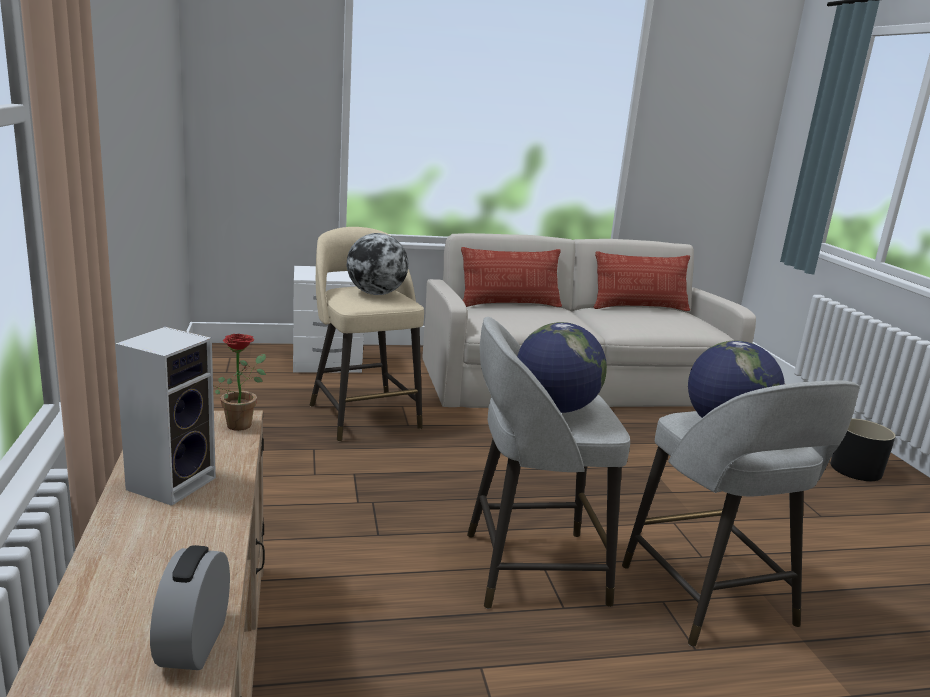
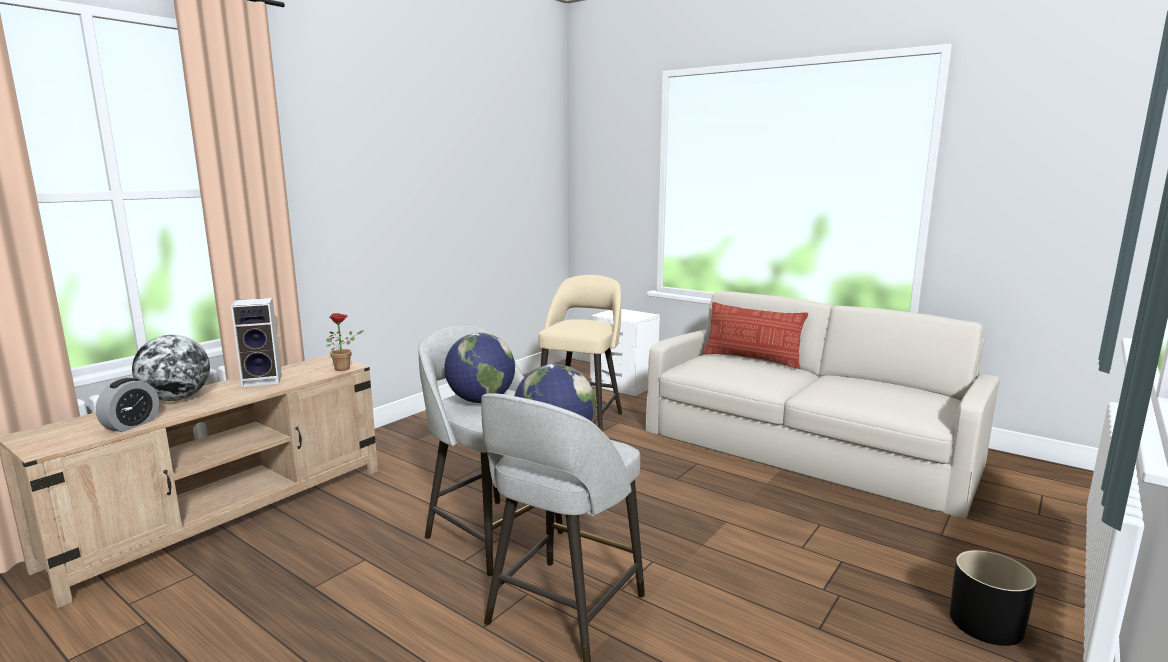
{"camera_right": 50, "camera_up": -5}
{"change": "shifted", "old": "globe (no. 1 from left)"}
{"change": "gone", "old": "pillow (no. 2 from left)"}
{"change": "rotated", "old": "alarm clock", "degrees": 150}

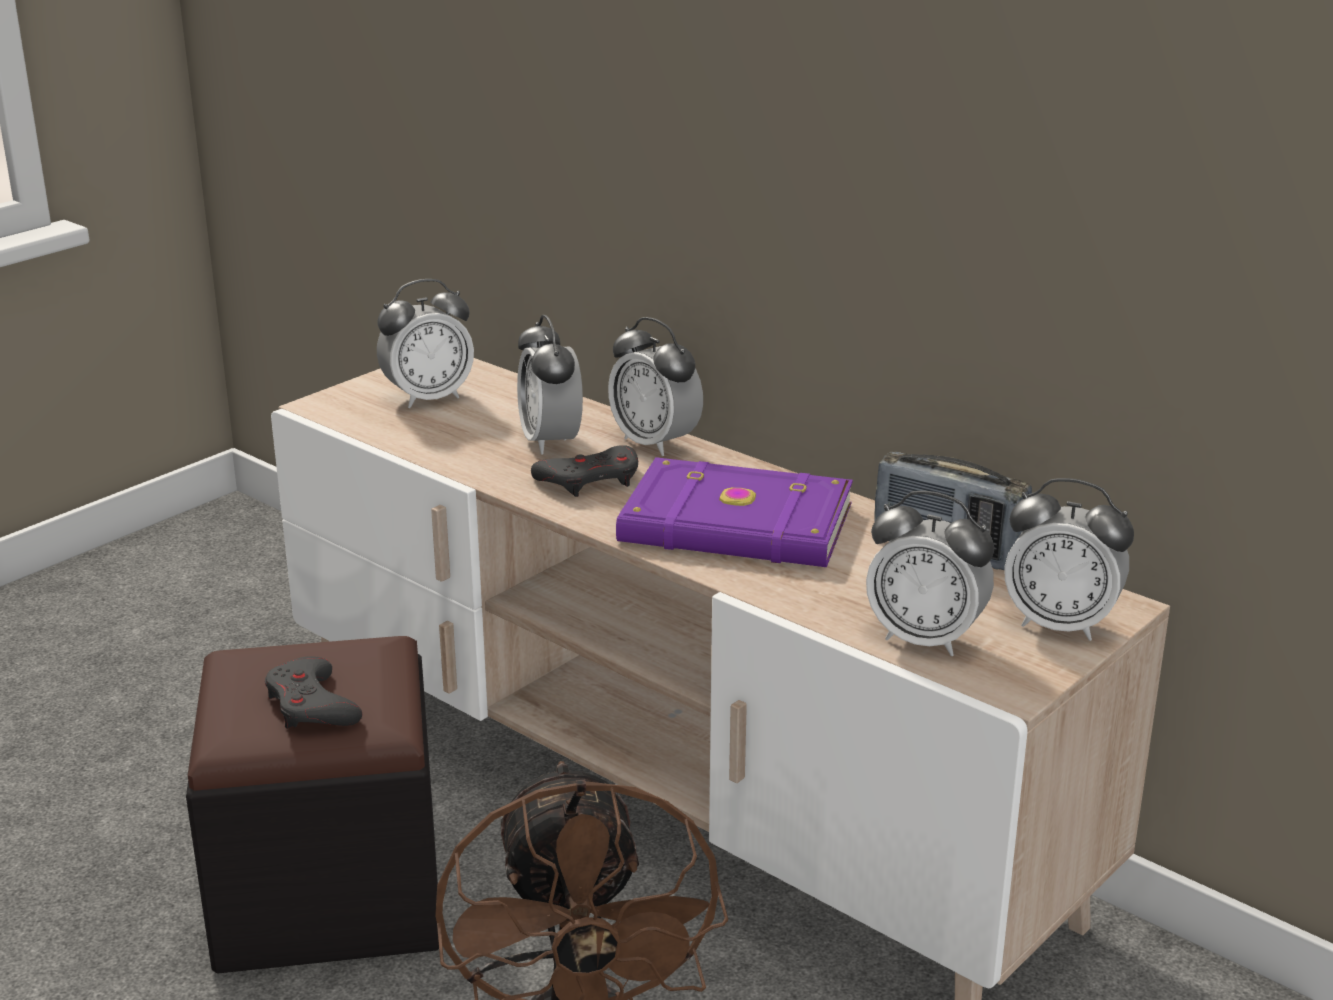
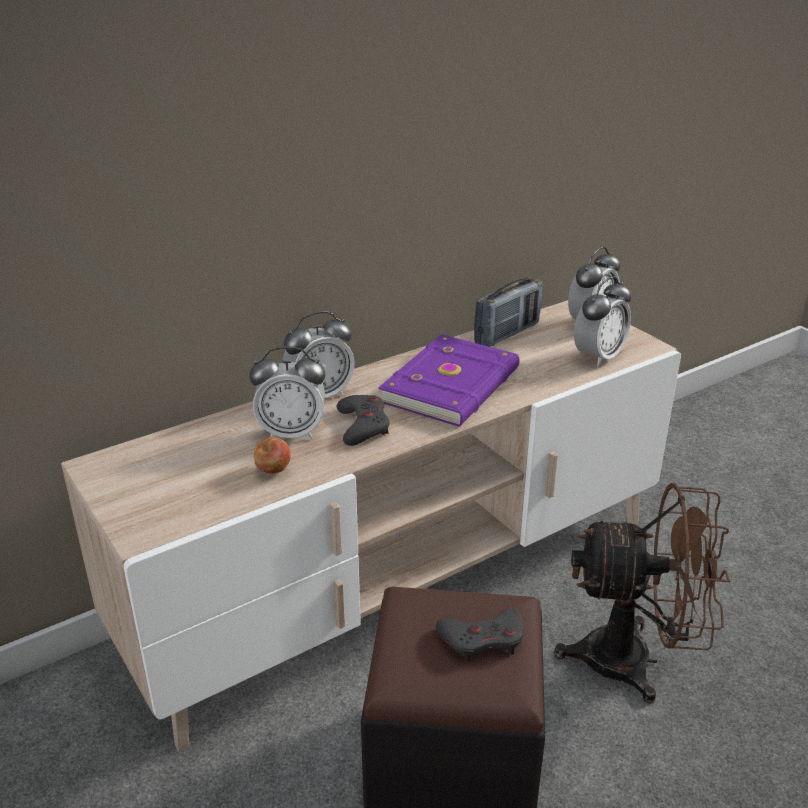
{"camera_right": -75, "camera_up": 5}
{"change": "gone", "old": "alarm clock (no. 1 from left)"}
{"change": "new", "new": "apple"}

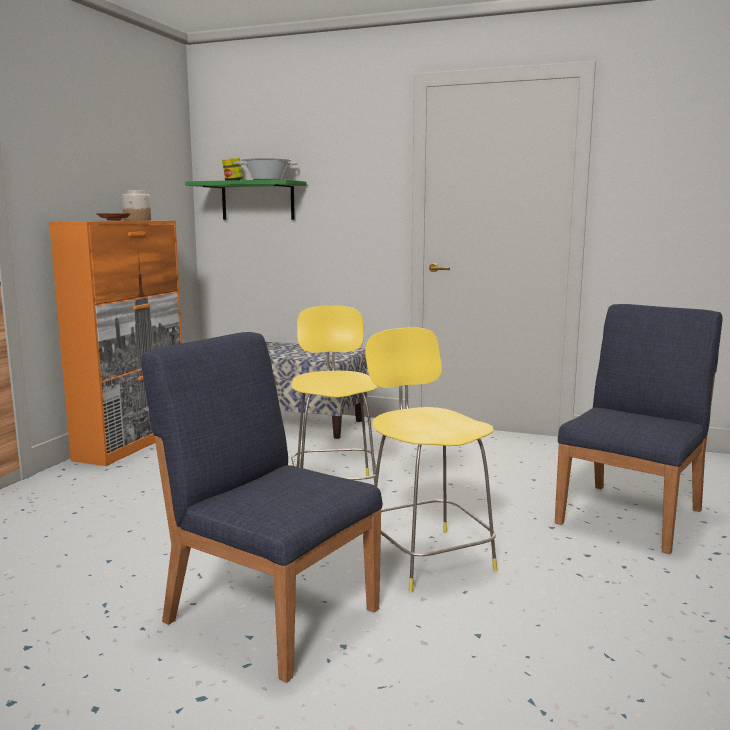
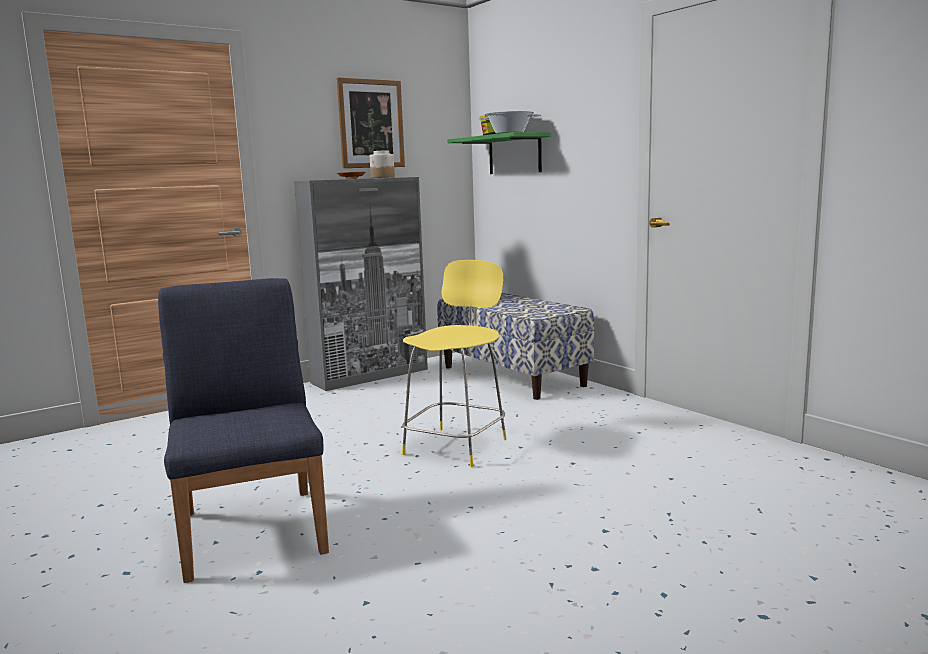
{"camera_right": 35, "camera_up": 0}
{"change": "repainted", "old": "orange cabinet", "new": "grey cabinet"}
{"change": "gone", "old": "blue chair (no. 2 from left)"}
{"change": "gone", "old": "yellow stool (no. 2 from left)"}
{"change": "new", "new": "picture"}

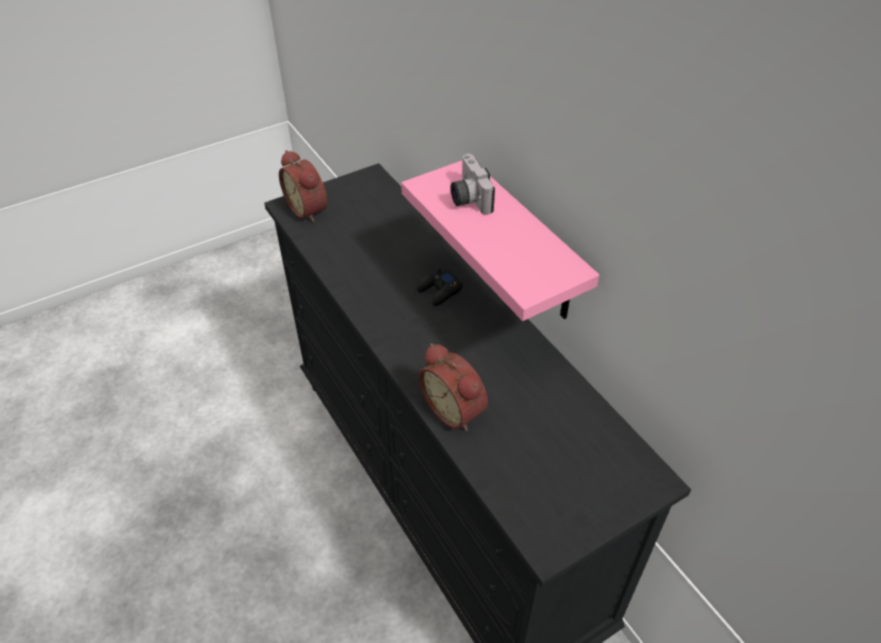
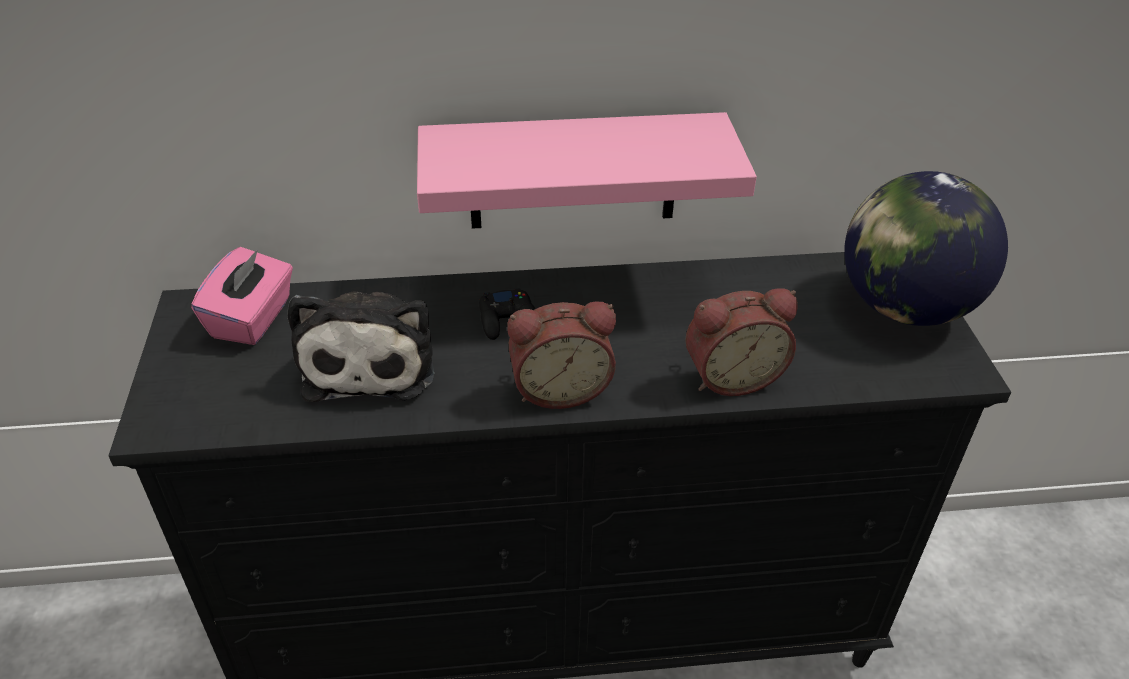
{"camera_right": -65, "camera_up": -5}
{"change": "shifted", "old": "alarm clock (no. 1 from left)"}
{"change": "gone", "old": "photo camera"}
{"change": "new", "new": "globe"}
{"change": "new", "new": "pink tissue box"}
{"change": "new", "new": "plush toy"}

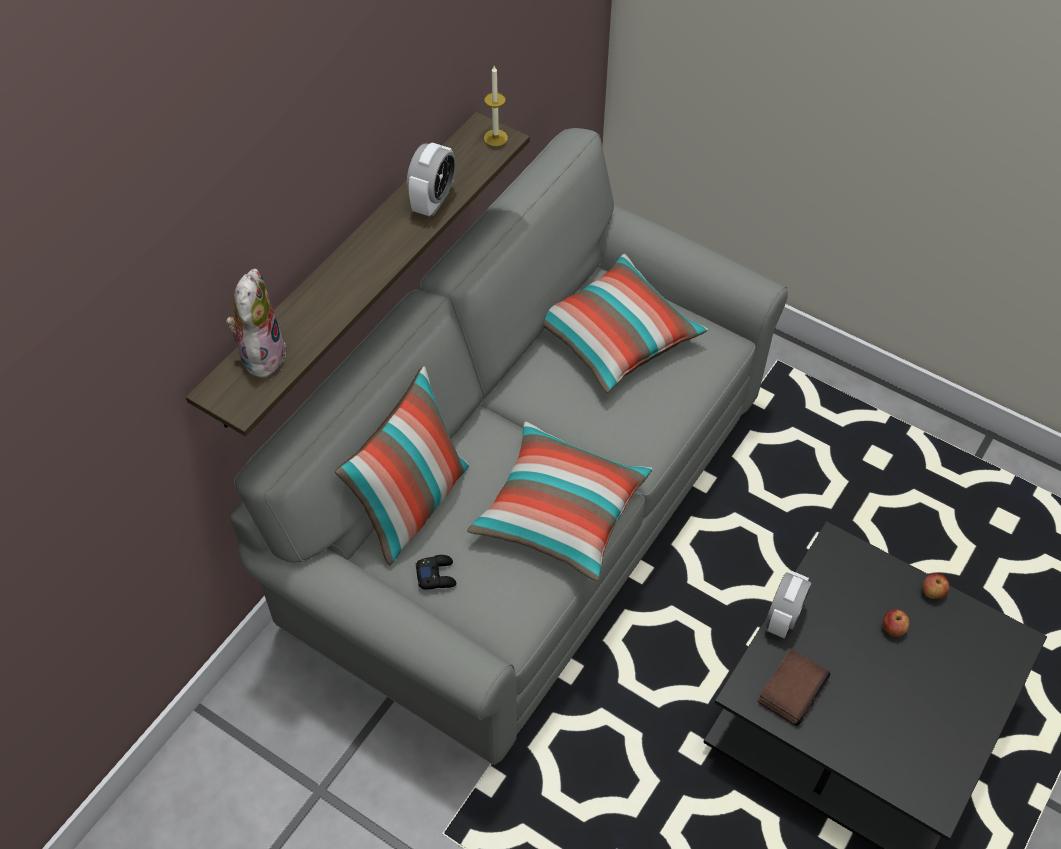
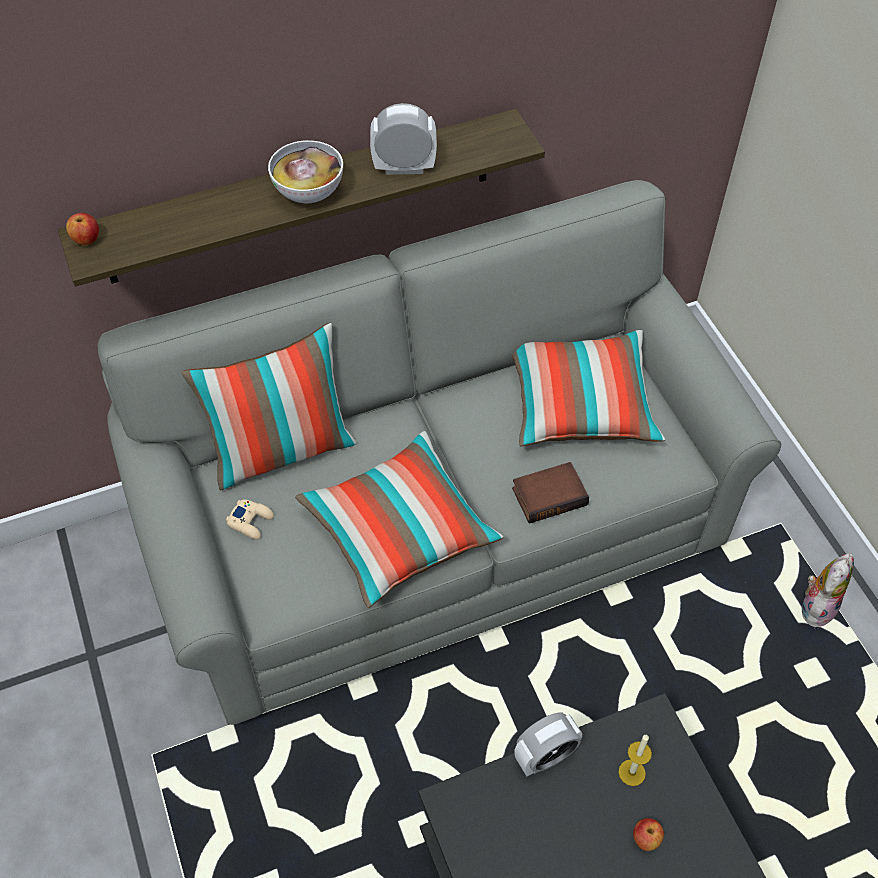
{"camera_right": 35, "camera_up": 0}
{"change": "shifted", "old": "candle"}
{"change": "rotated", "old": "alarm clock (no. 1 from left)", "degrees": -150}
{"change": "shifted", "old": "plush toy"}
{"change": "repainted", "old": "black game controller", "new": "beige game controller"}
{"change": "shifted", "old": "apple (no. 2 from left in the first image)", "new": "apple (no. 1 from left)"}
{"change": "shifted", "old": "book"}
{"change": "new", "new": "bowl"}

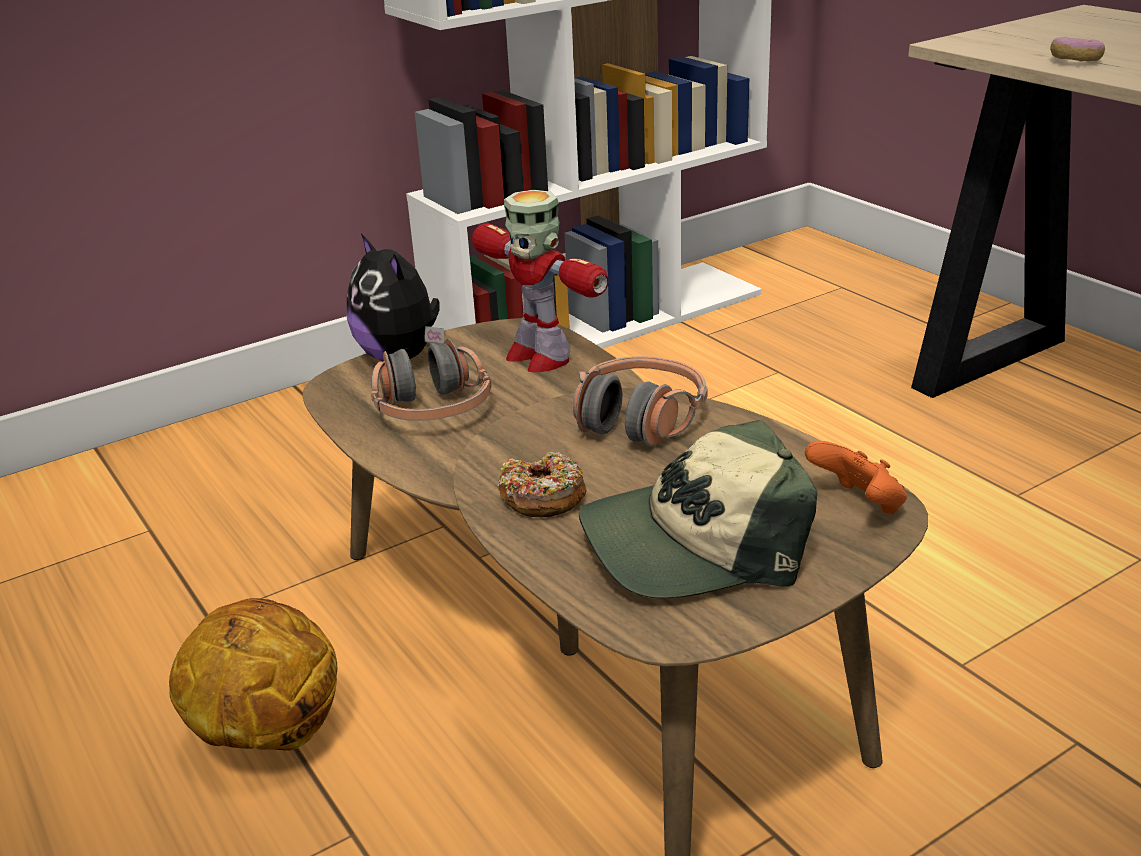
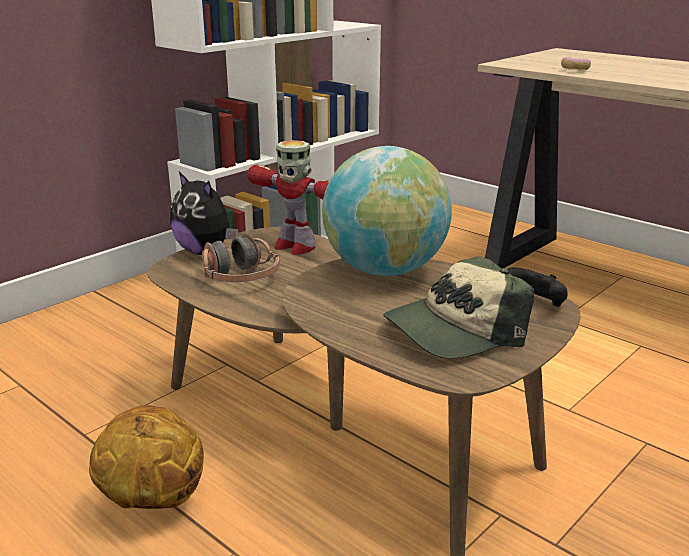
{"camera_right": -15, "camera_up": -5}
{"change": "swapped", "old": "headphones (no. 2 from left)", "new": "globe"}
{"change": "repainted", "old": "orange game controller", "new": "black game controller"}
{"change": "gone", "old": "donut (no. 1 from left)"}

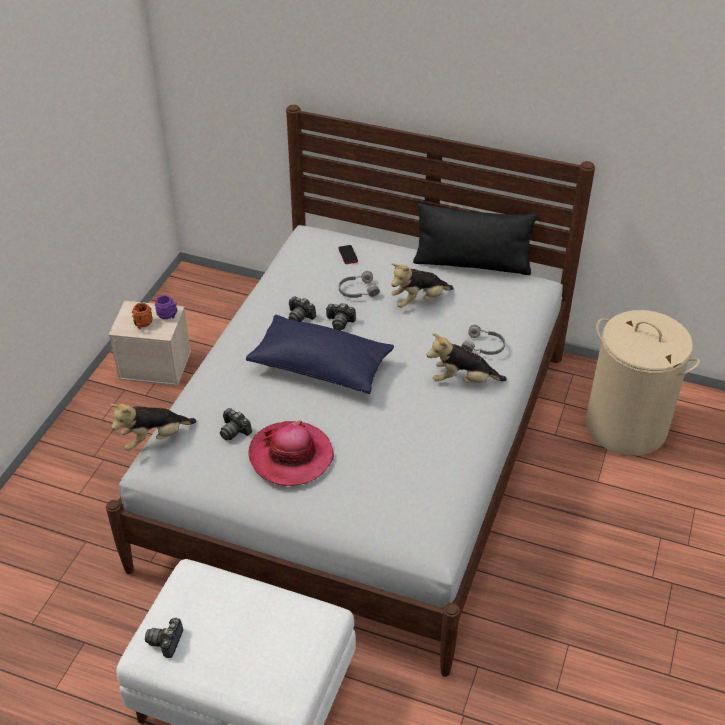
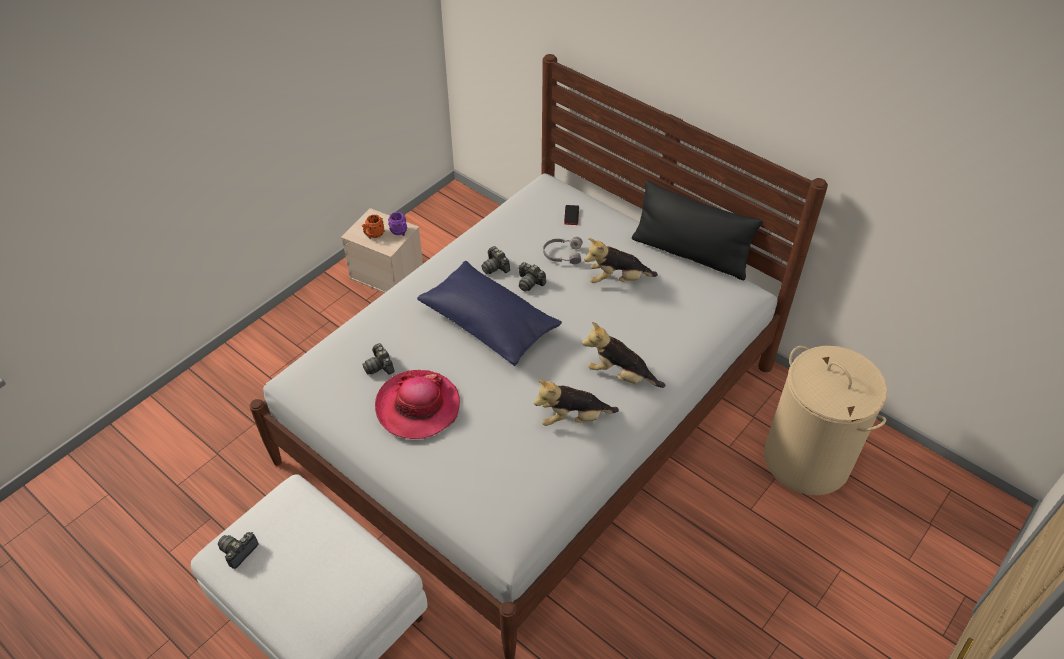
{"camera_right": 20, "camera_up": 5}
{"change": "gone", "old": "grey headphones (no. 2 from left)"}
{"change": "shifted", "old": "plush toy (no. 1 from left)"}

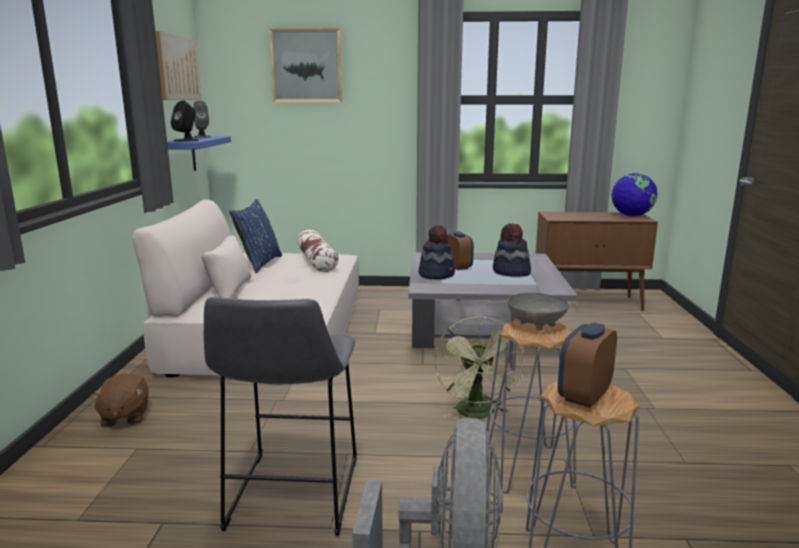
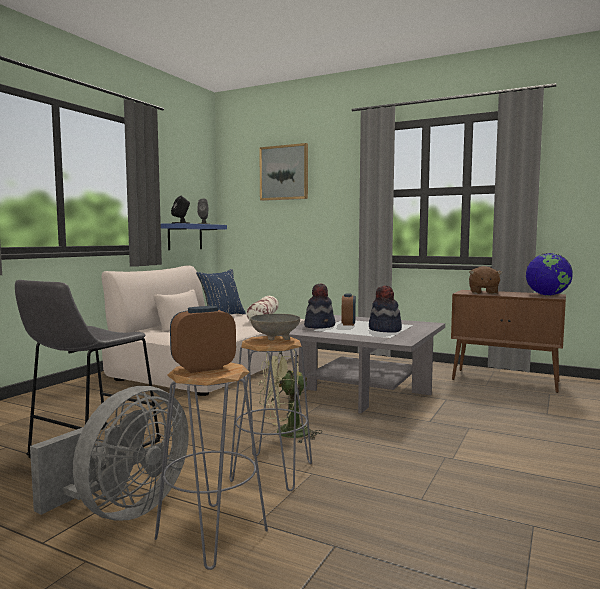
{"camera_right": 25, "camera_up": -10}
{"change": "gone", "old": "picture (no. 1 from left)"}
{"change": "rotated", "old": "green fan", "degrees": 45}
{"change": "shifted", "old": "brown plush toy"}

